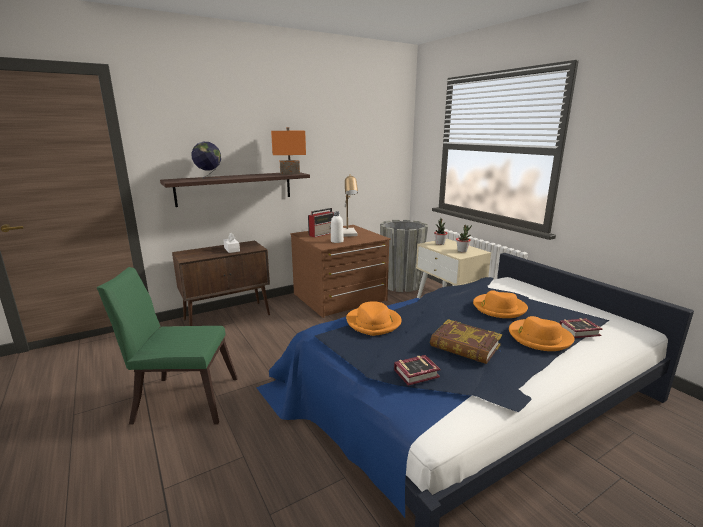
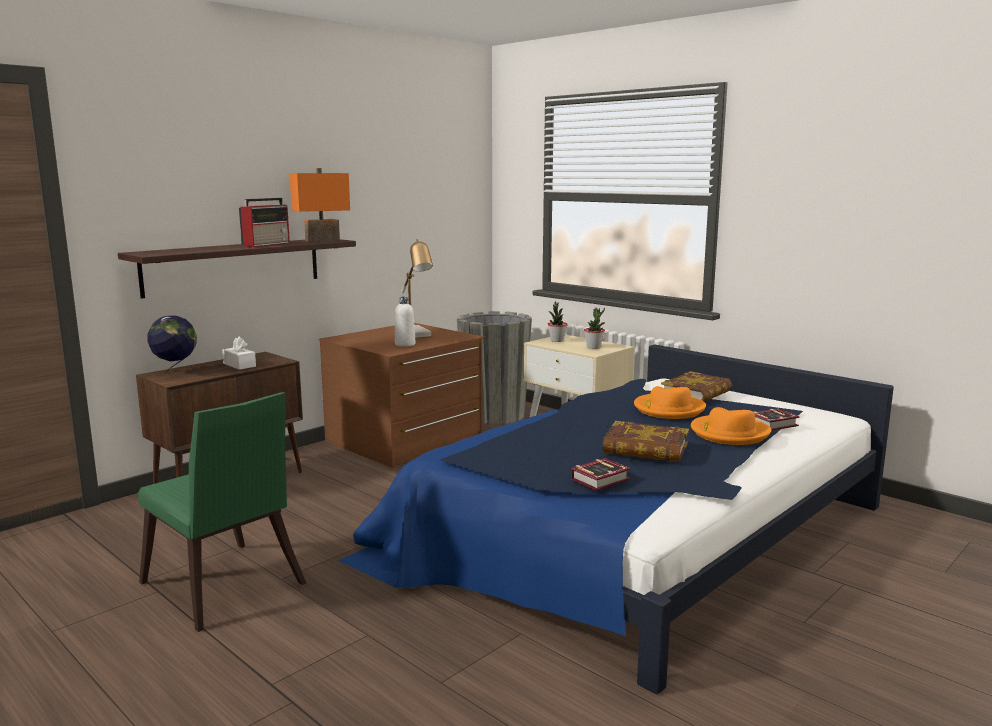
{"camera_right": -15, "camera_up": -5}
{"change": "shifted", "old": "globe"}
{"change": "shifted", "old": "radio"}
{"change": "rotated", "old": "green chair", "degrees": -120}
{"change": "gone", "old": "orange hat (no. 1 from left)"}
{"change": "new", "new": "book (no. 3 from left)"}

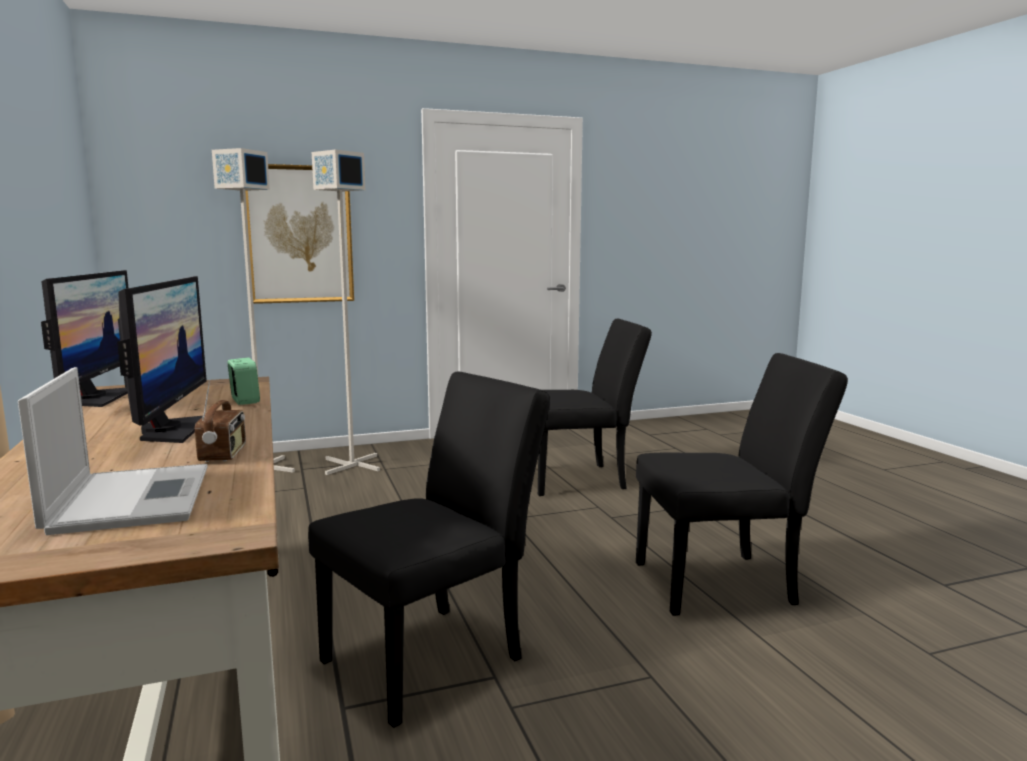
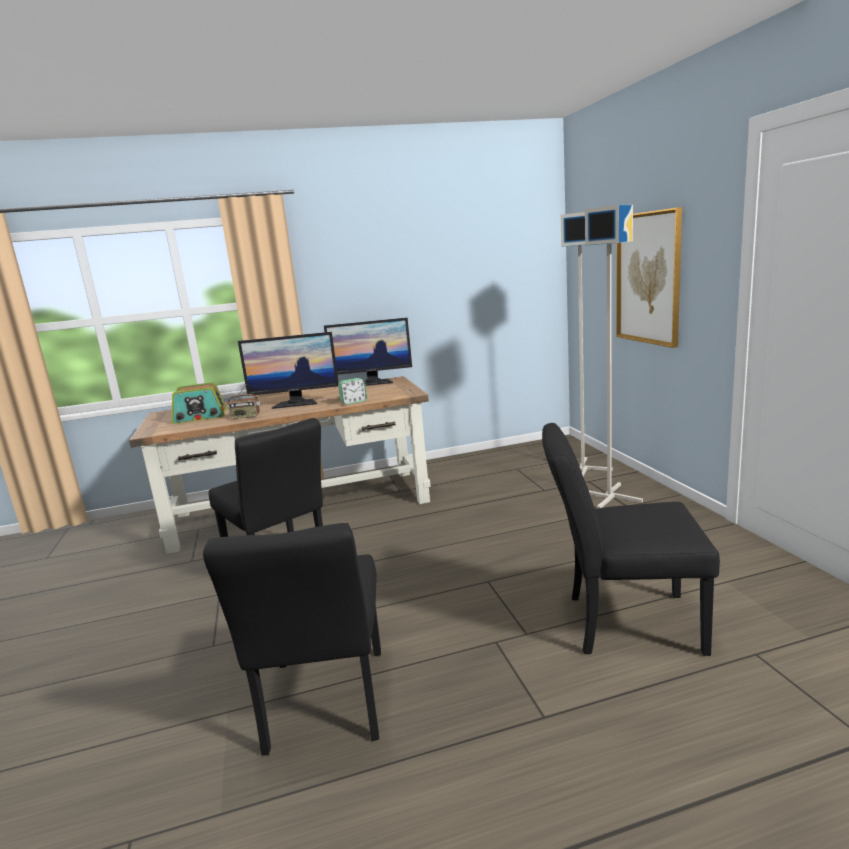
{"camera_right": 95, "camera_up": 5}
{"change": "rotated", "old": "black chair (no. 2 from left in the first image)", "degrees": 105}
{"change": "swapped", "old": "laptop", "new": "radio (no. 1 from left)"}

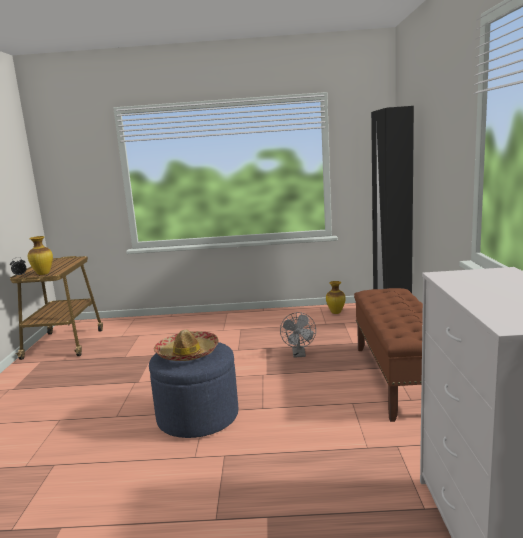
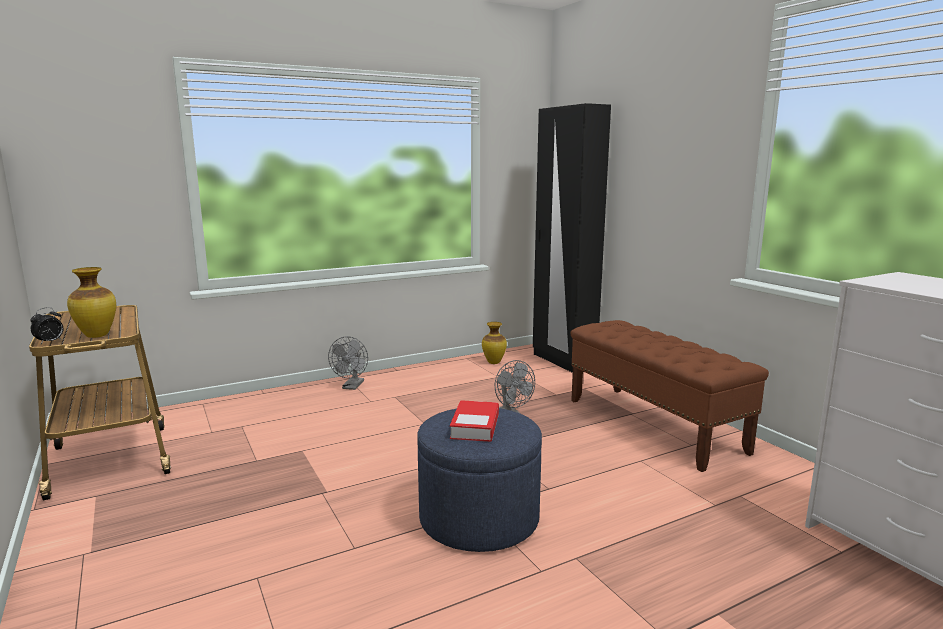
{"camera_right": -30, "camera_up": 0}
{"change": "swapped", "old": "hat", "new": "book"}
{"change": "new", "new": "grey fan (no. 1 from left)"}

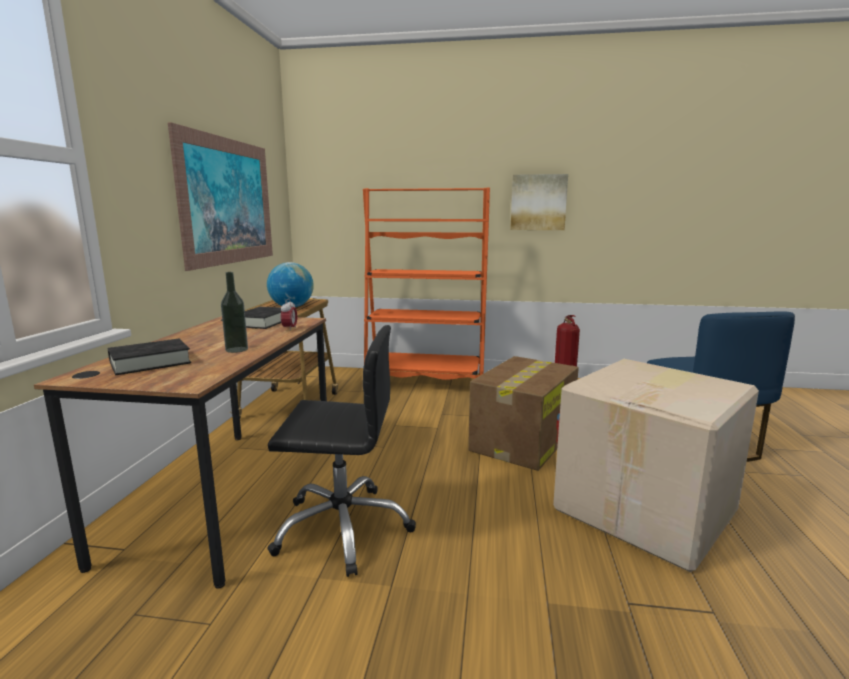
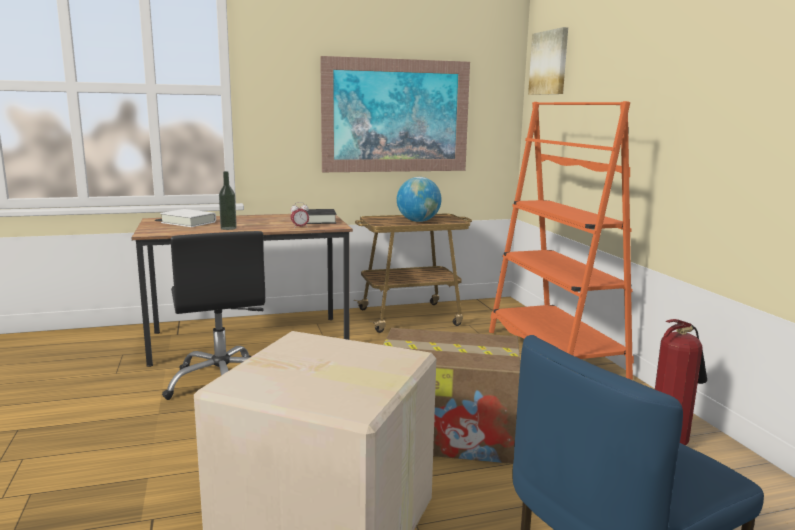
{"camera_right": 65, "camera_up": 0}
{"change": "shifted", "old": "picture (no. 2 from left)"}
{"change": "repainted", "old": "black book (no. 1 from left)", "new": "white book"}

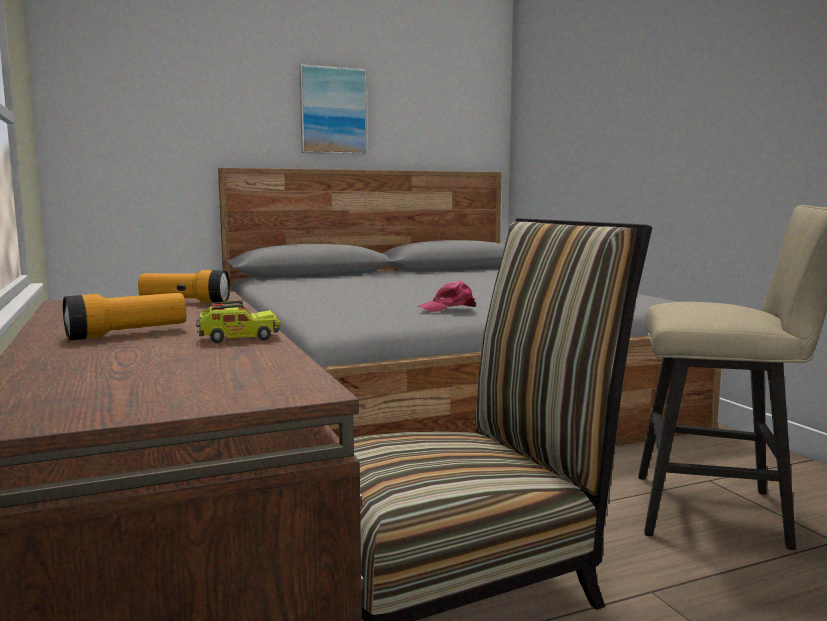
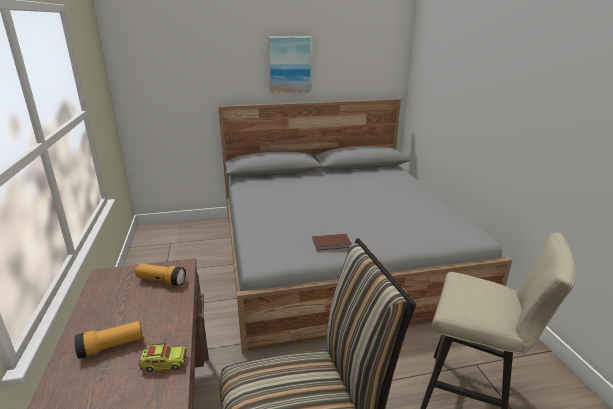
{"camera_right": 10, "camera_up": 15}
{"change": "swapped", "old": "pink cap", "new": "brown book"}

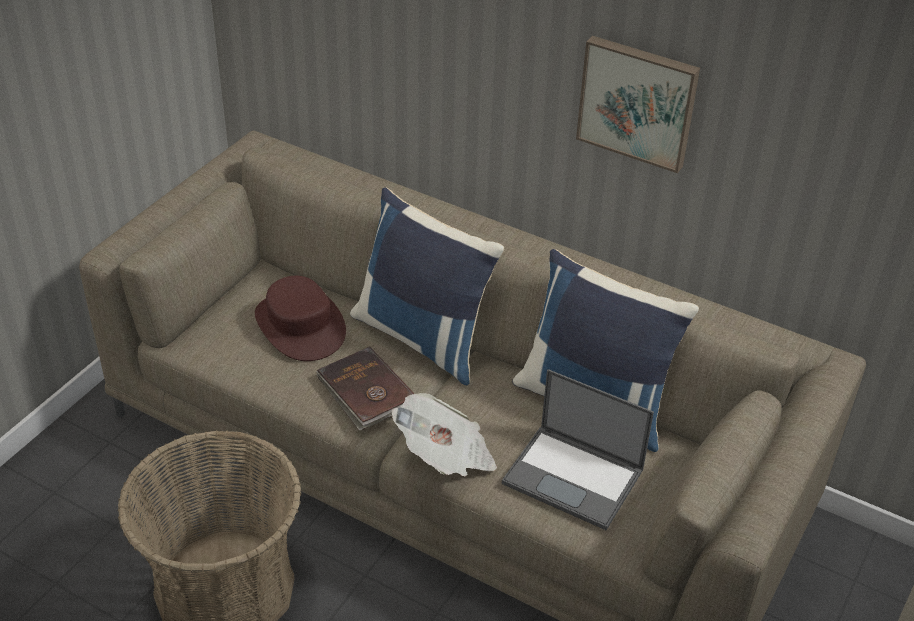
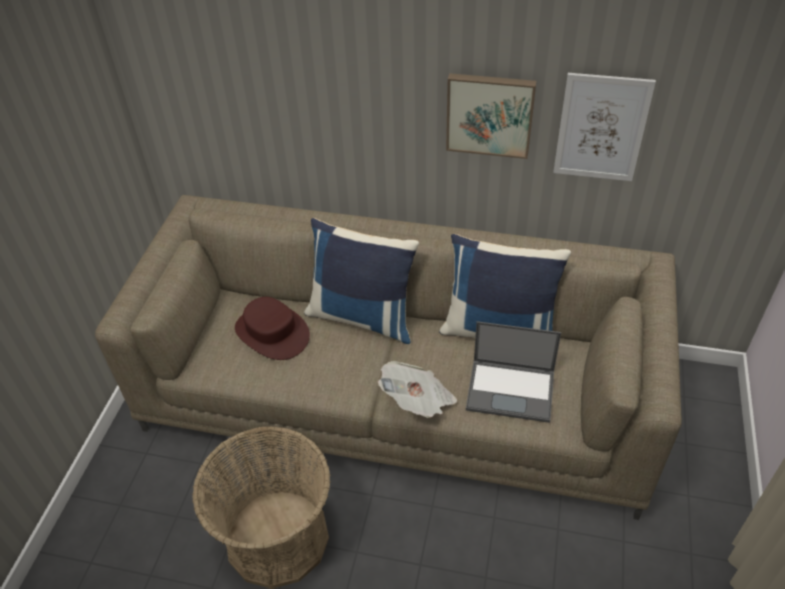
{"camera_right": -15, "camera_up": 5}
{"change": "gone", "old": "brown book"}
{"change": "new", "new": "picture (no. 2 from left)"}

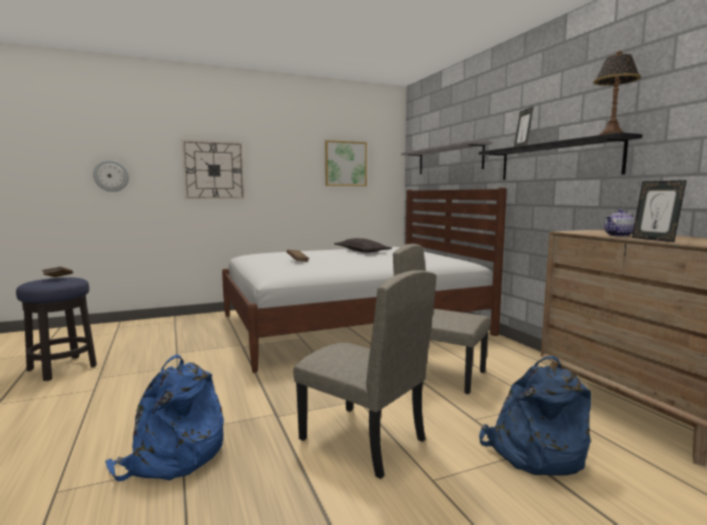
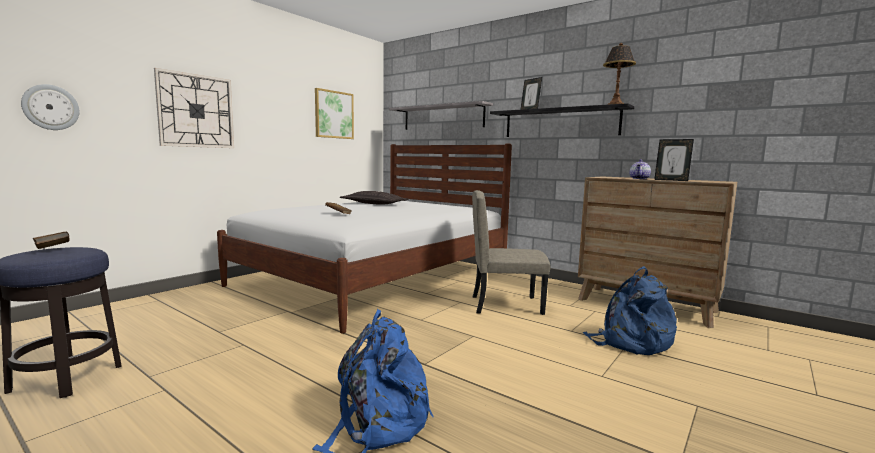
{"camera_right": -30, "camera_up": 0}
{"change": "gone", "old": "beige chair (no. 1 from left)"}

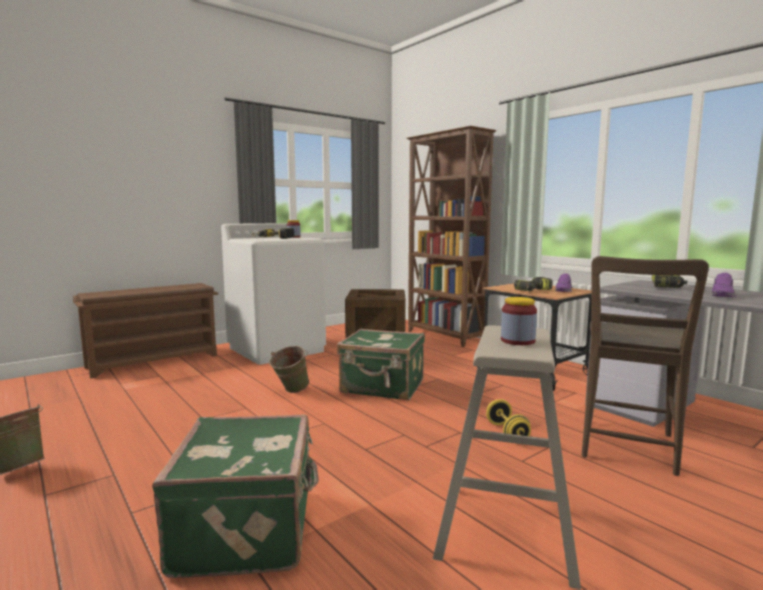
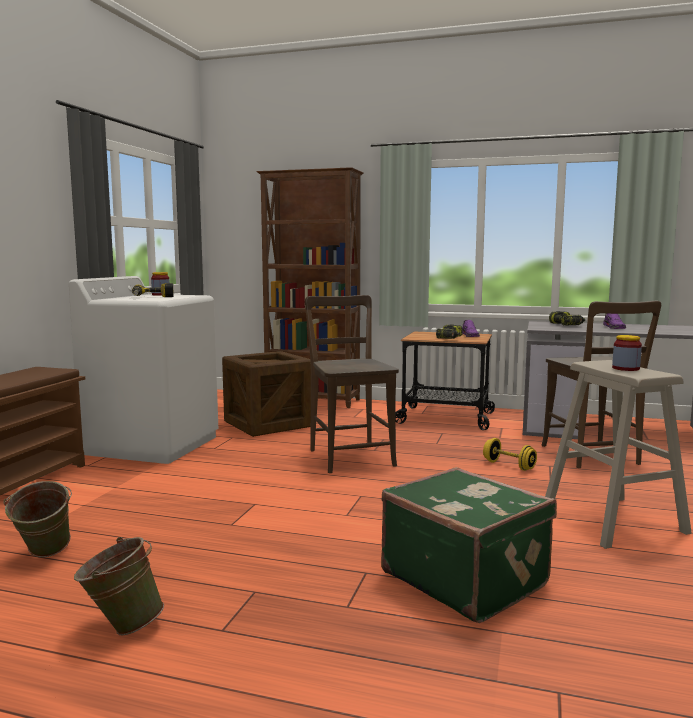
{"camera_right": -35, "camera_up": 0}
{"change": "swapped", "old": "green suitcase (no. 2 from left)", "new": "brown chair (no. 1 from left)"}
{"change": "shifted", "old": "green bucket (no. 2 from left in the first image)", "new": "green bucket (no. 1 from left)"}

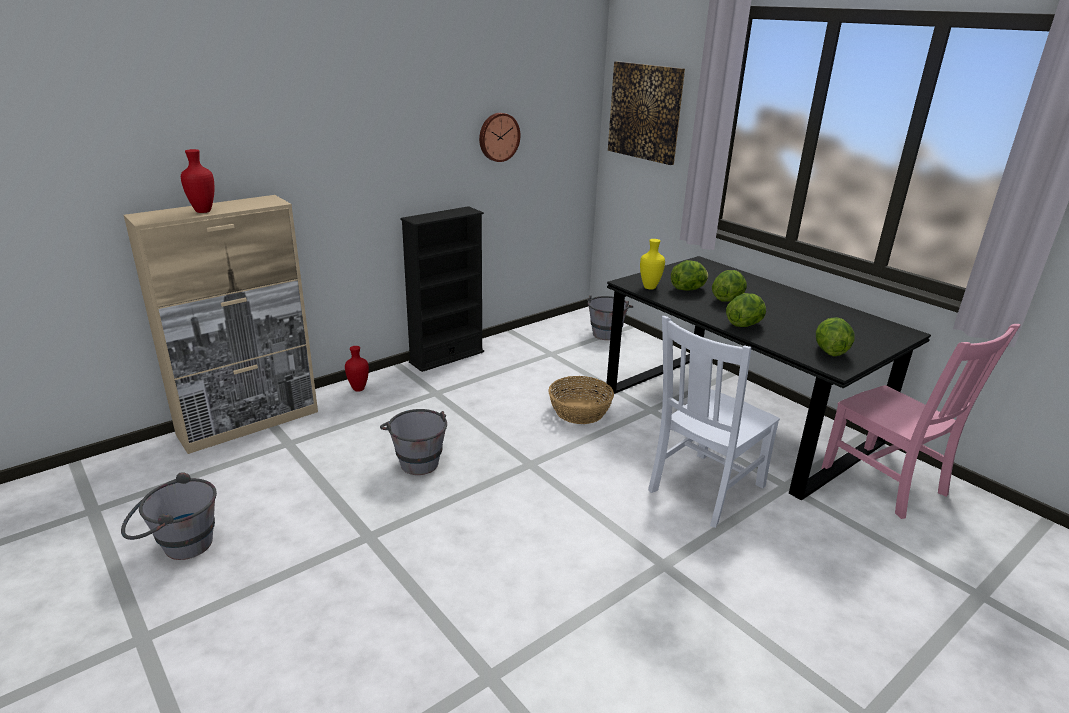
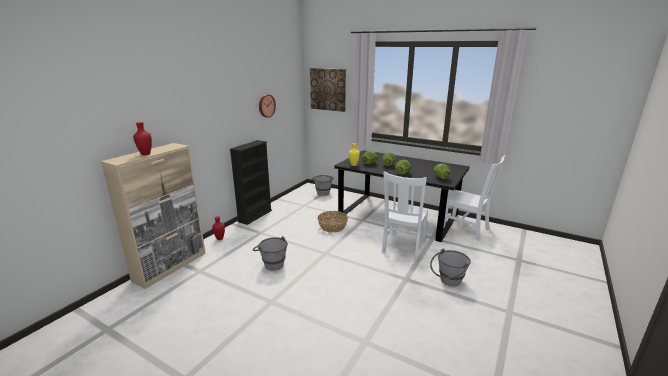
{"camera_right": -20, "camera_up": -5}
{"change": "repainted", "old": "pink chair", "new": "white chair (no. 2 from left)"}
{"change": "shifted", "old": "grey bucket (no. 1 from left in the first image)", "new": "grey bucket (no. 3 from left)"}

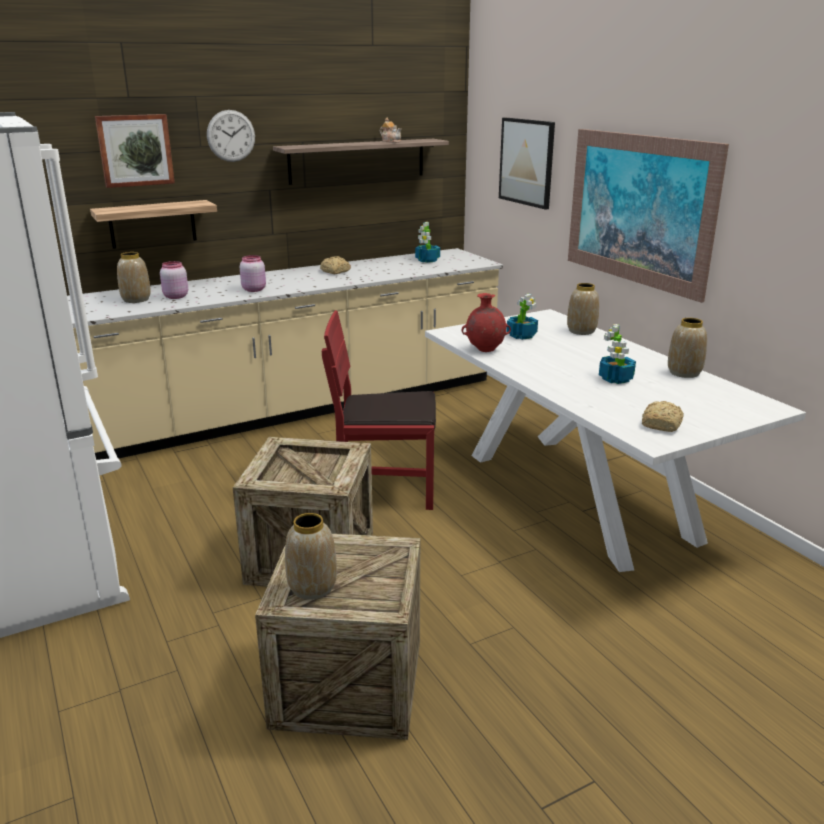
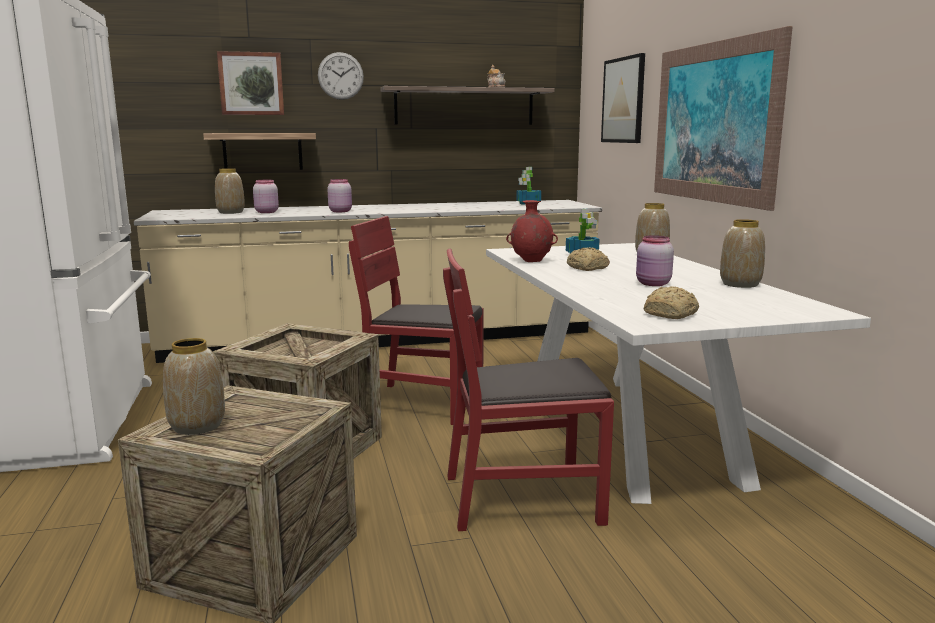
{"camera_right": 15, "camera_up": -10}
{"change": "shifted", "old": "bread (no. 1 from left)"}
{"change": "swapped", "old": "potted plant (no. 3 from left)", "new": "pink jar (no. 3 from left)"}
{"change": "new", "new": "red chair (no. 2 from left)"}

